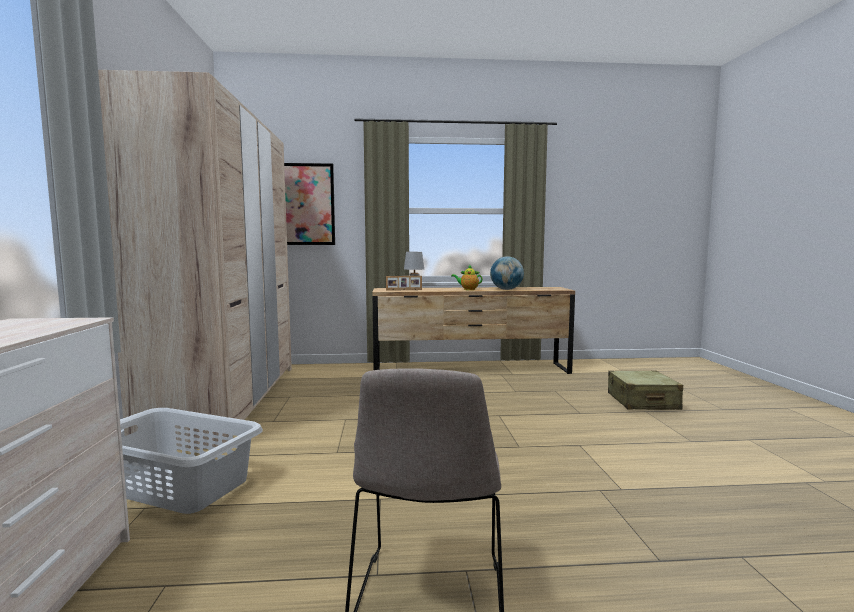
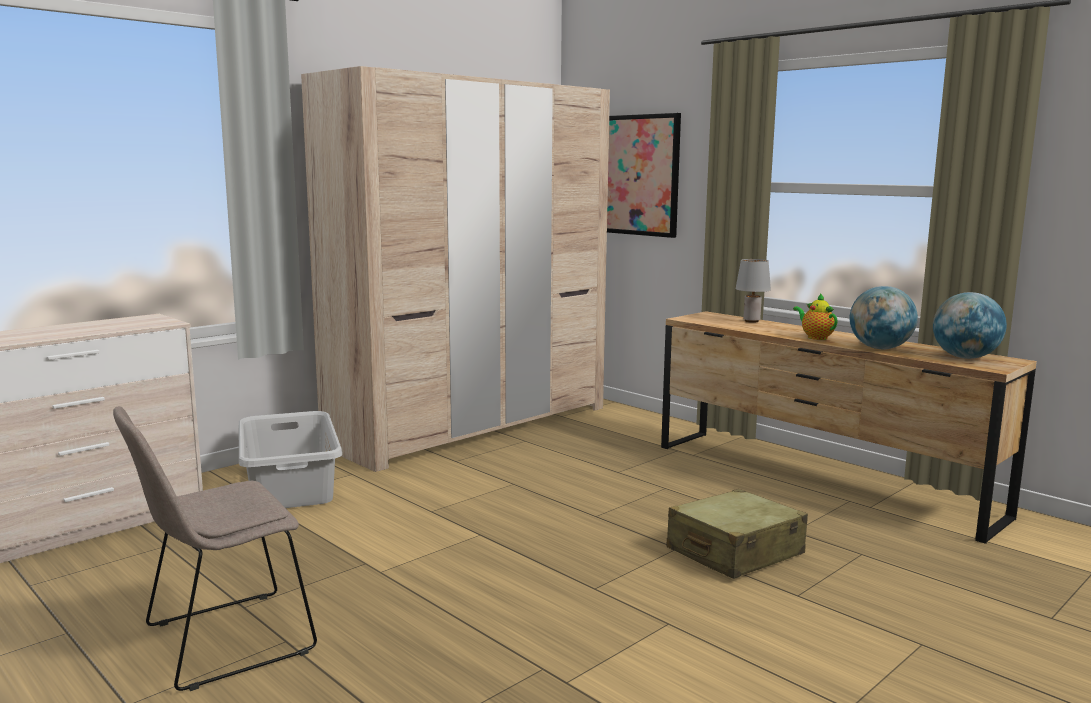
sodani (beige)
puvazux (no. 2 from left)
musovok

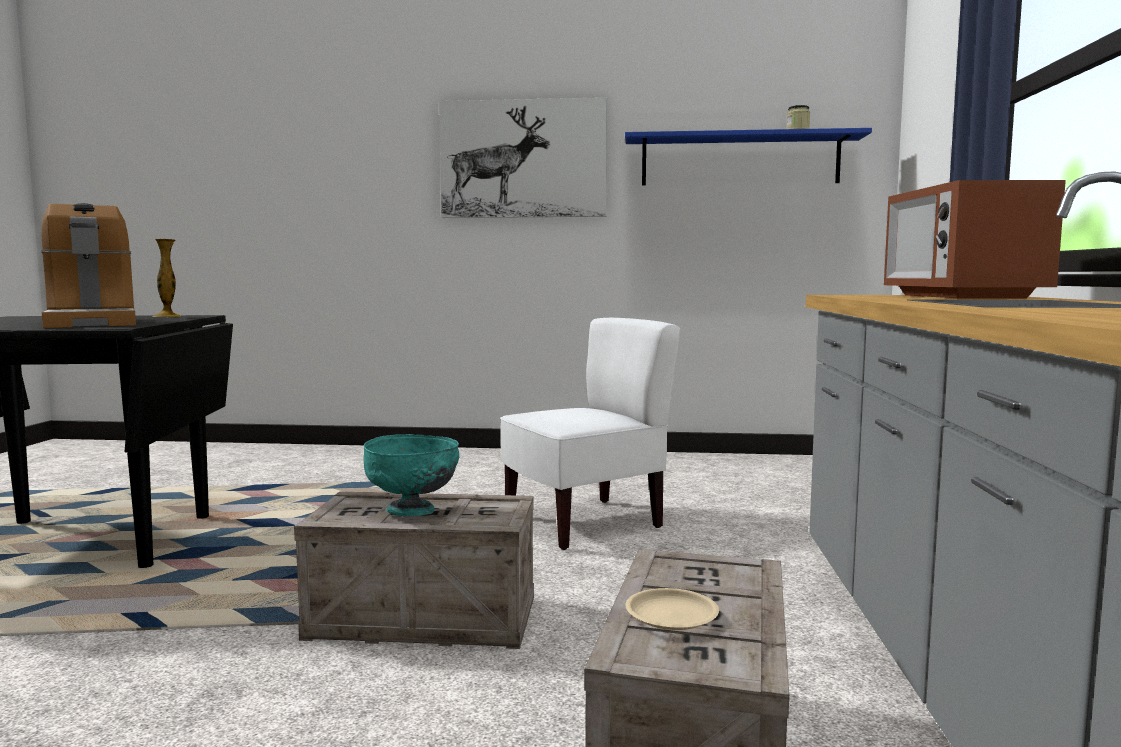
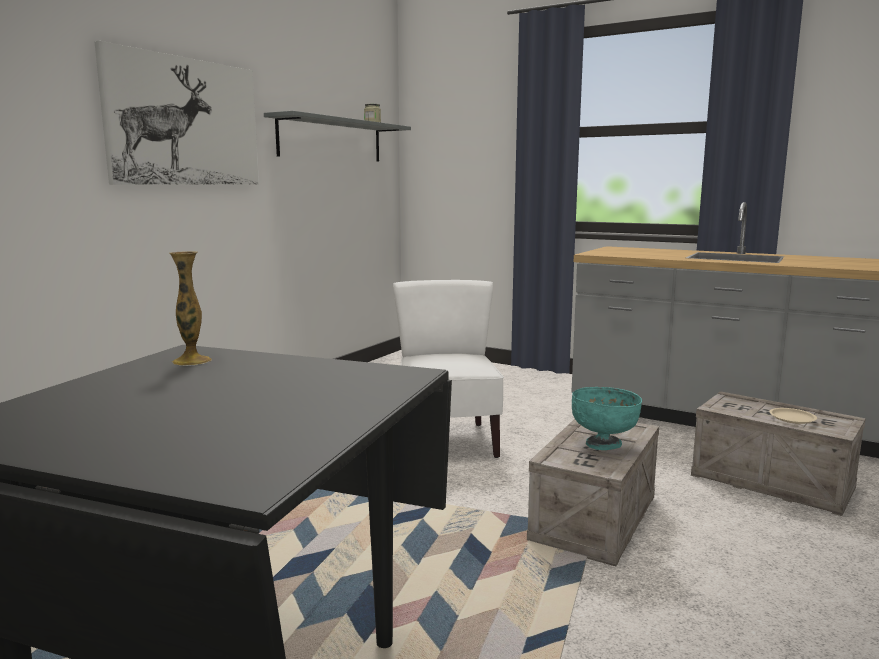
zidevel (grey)
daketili
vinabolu

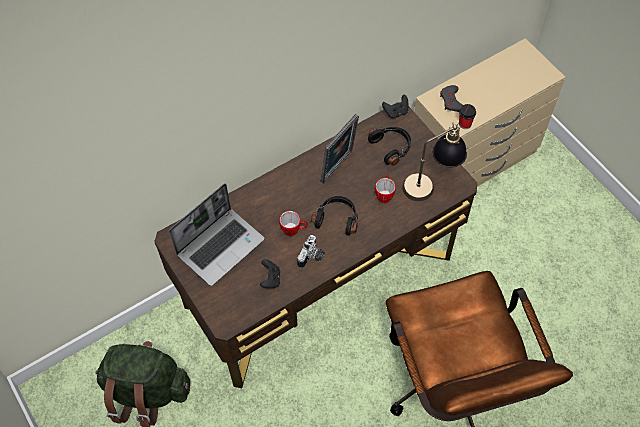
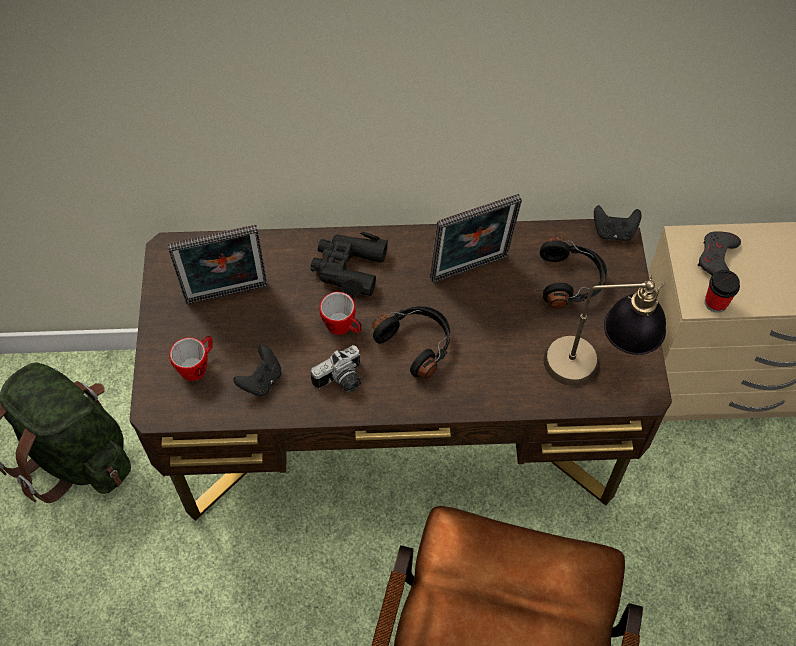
musovok (no. 1 from left)
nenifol (no. 1 from left)
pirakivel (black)

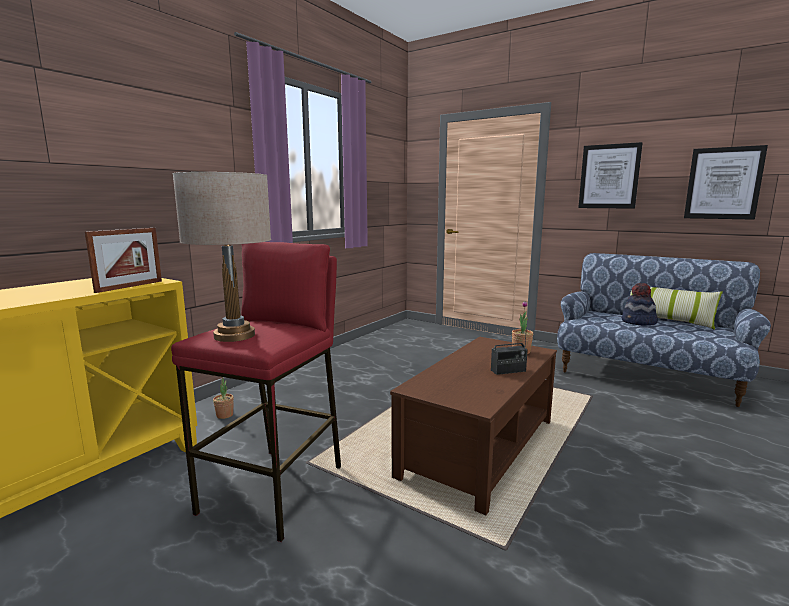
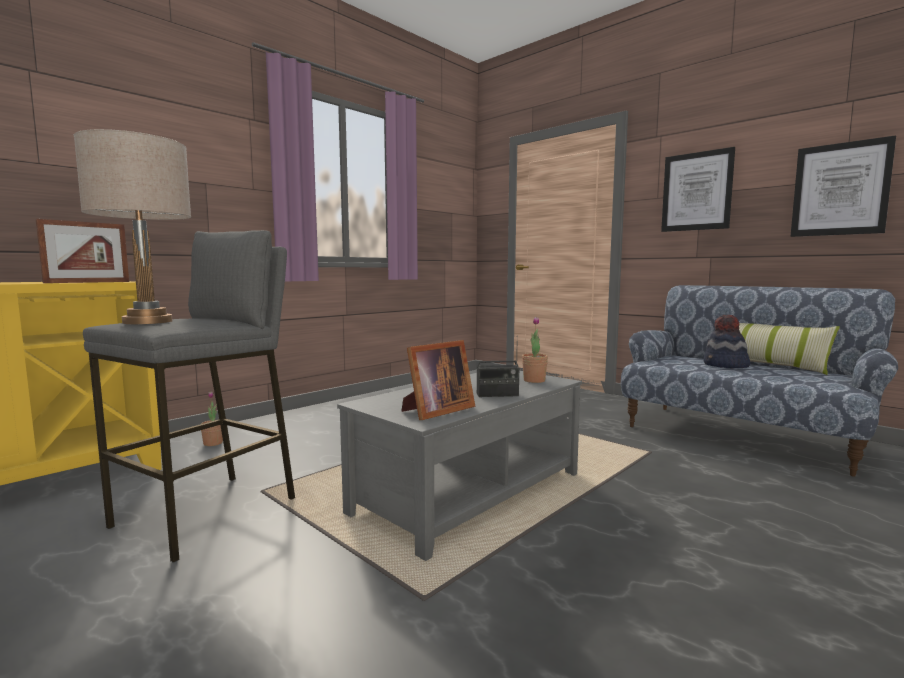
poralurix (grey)
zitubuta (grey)
musovok (no. 2 from left)

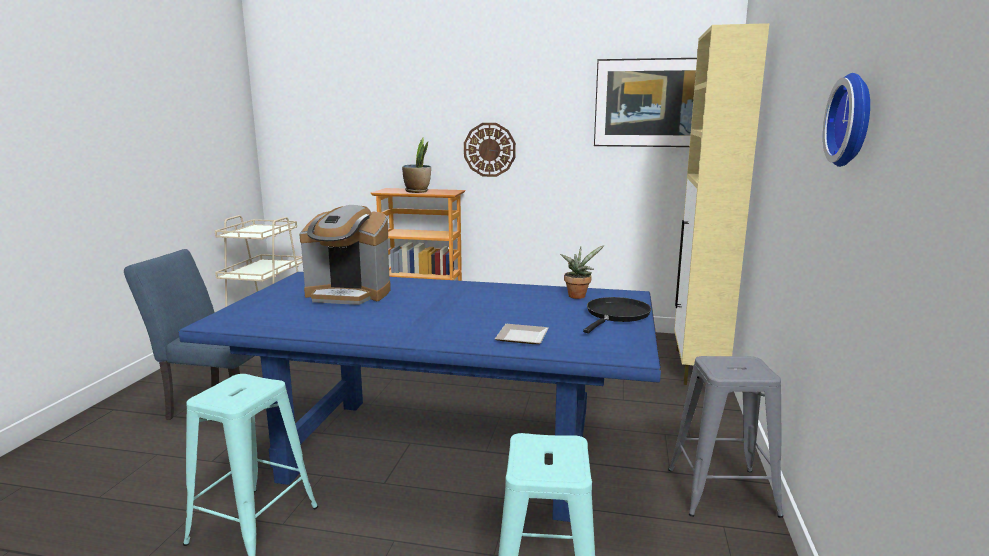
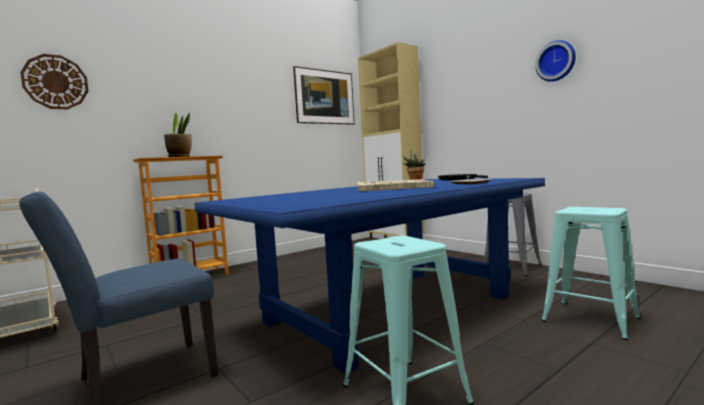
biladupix (no. 1 from left)
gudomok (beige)
daketili

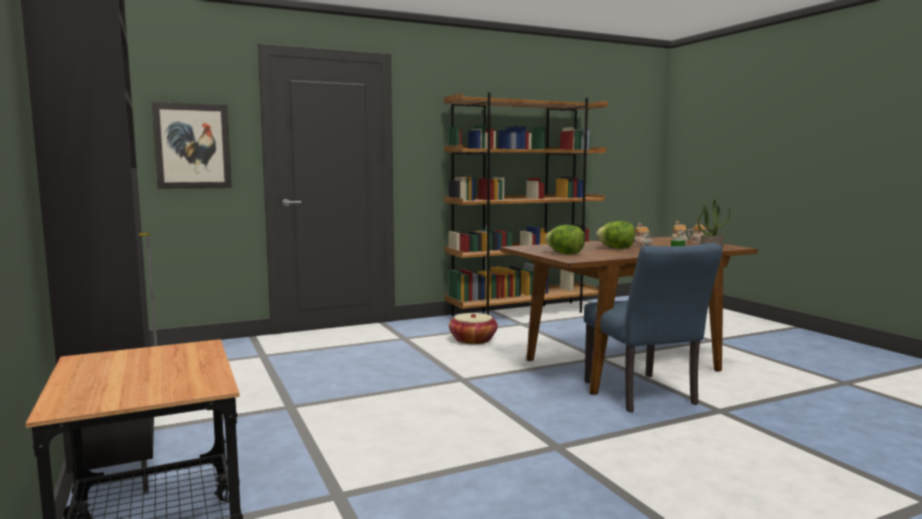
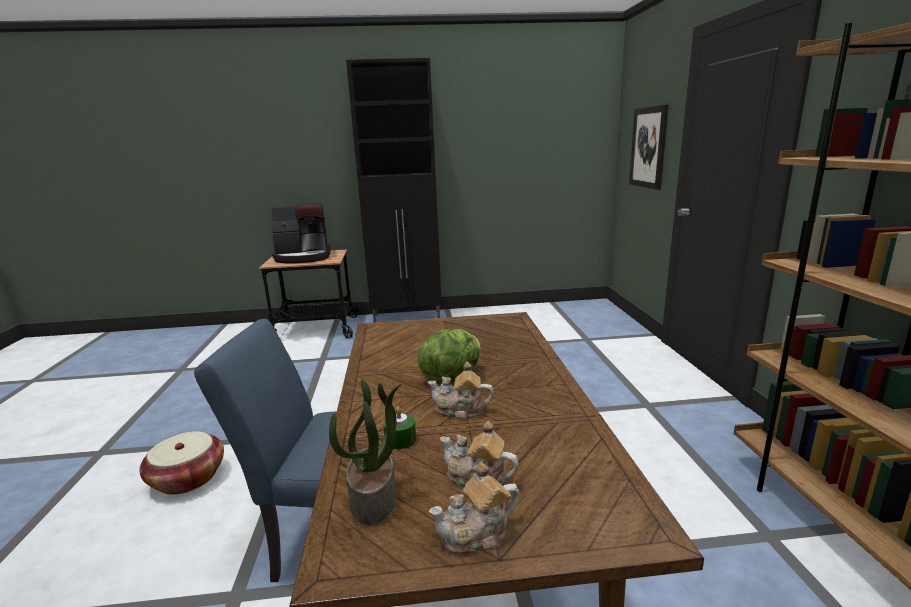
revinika
daketili
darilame (no. 1 from left in the first image)

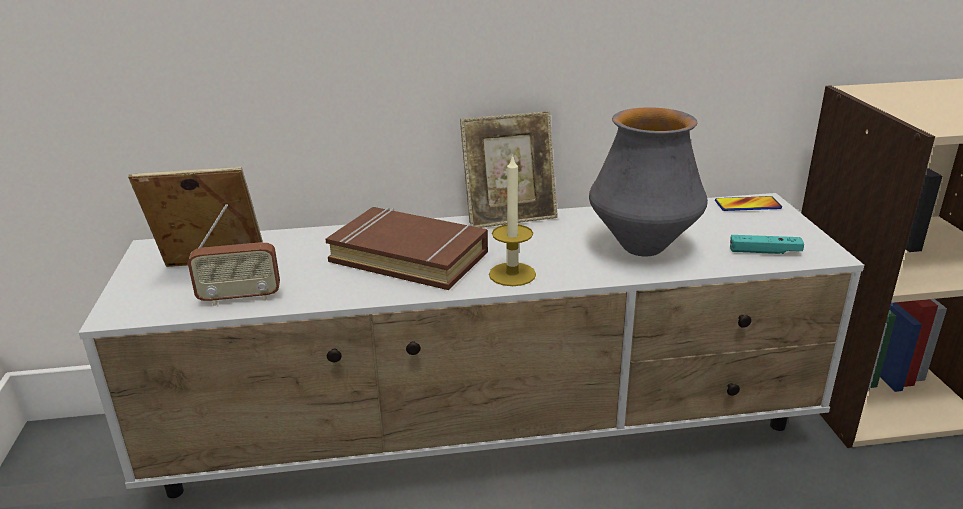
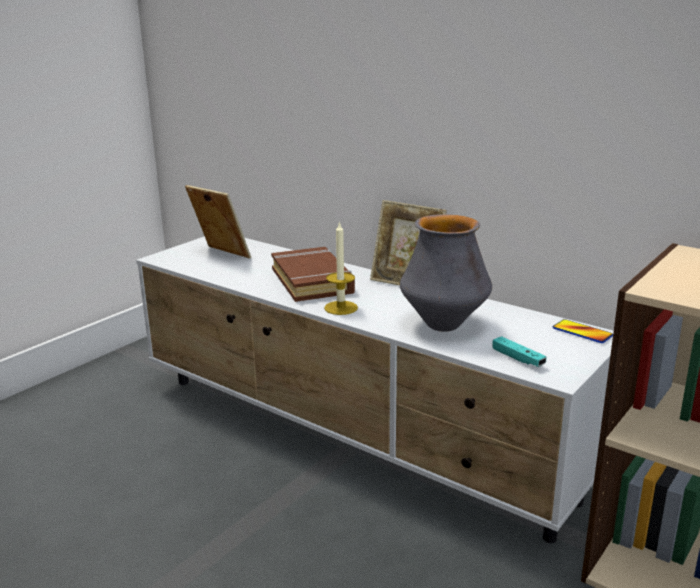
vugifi

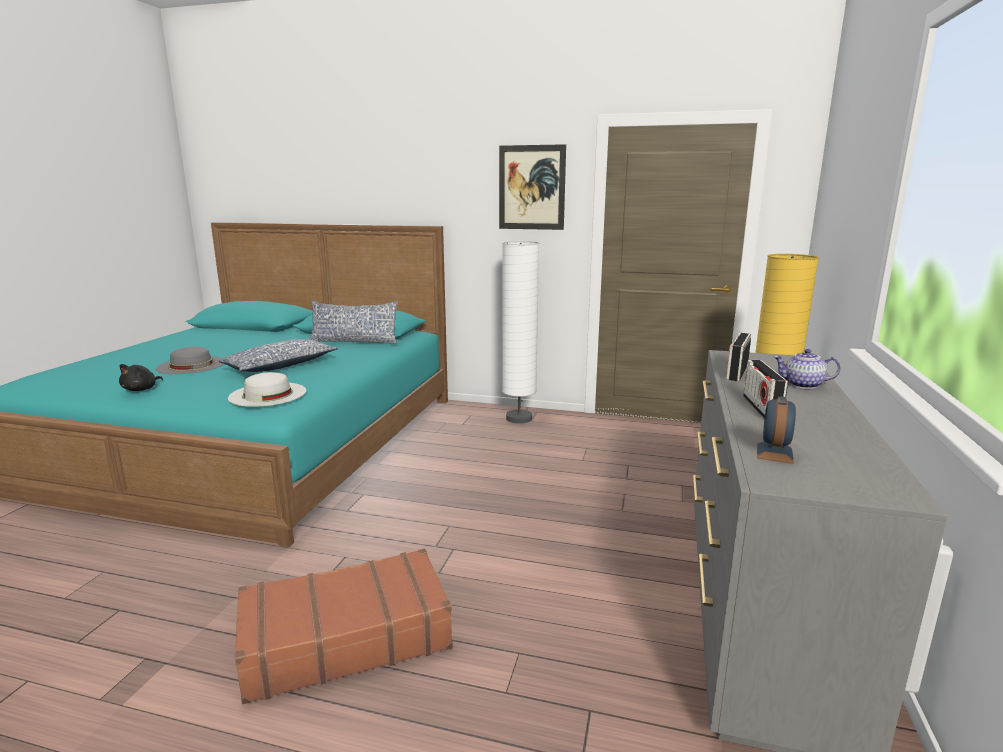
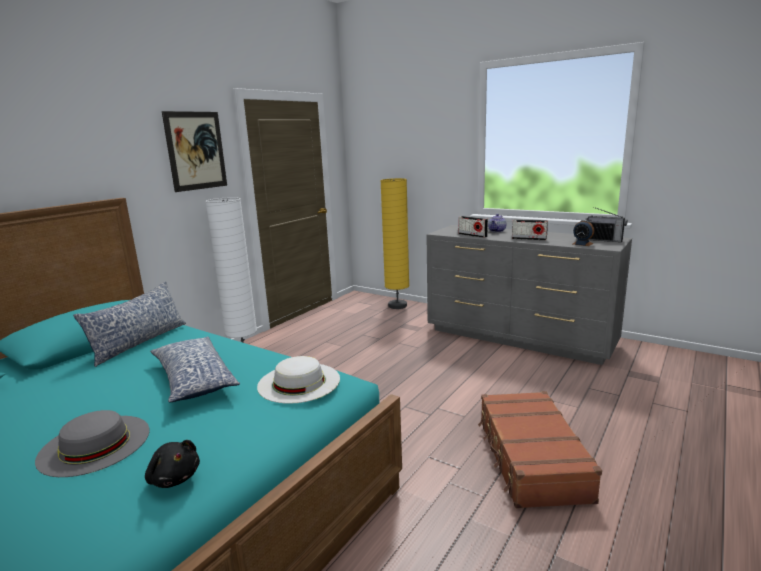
vugifi (no. 3 from left)

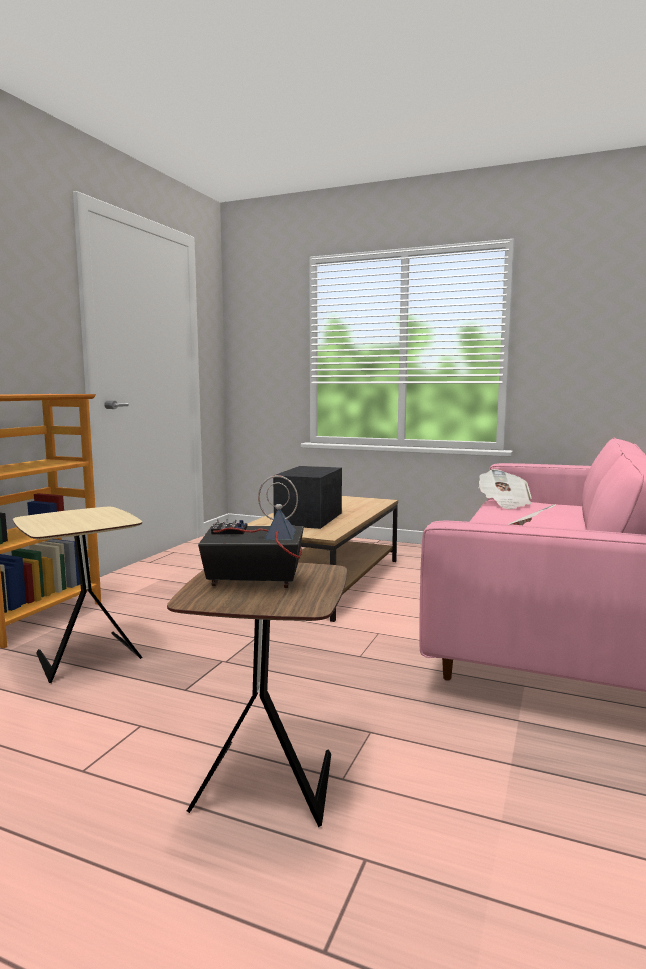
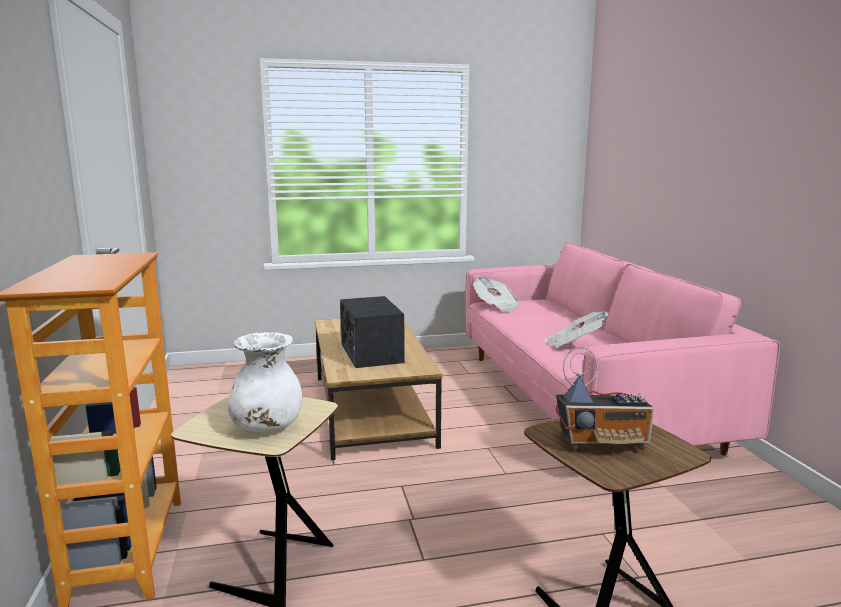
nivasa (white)
vugifi (no. 2 from left)

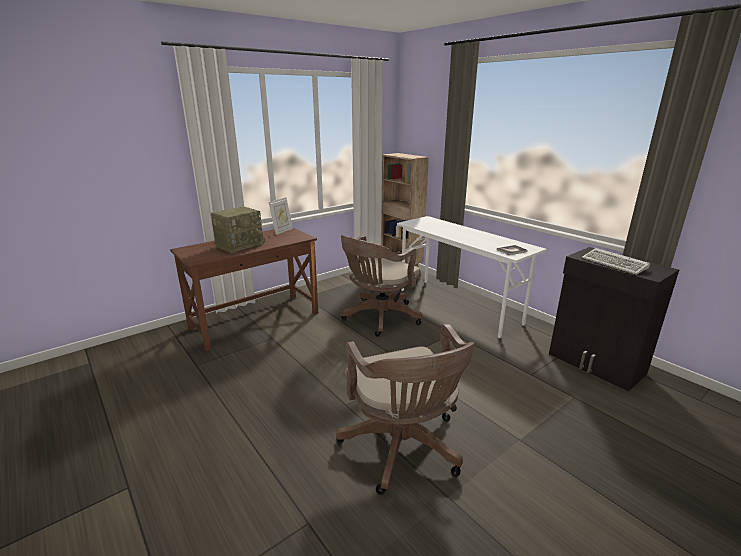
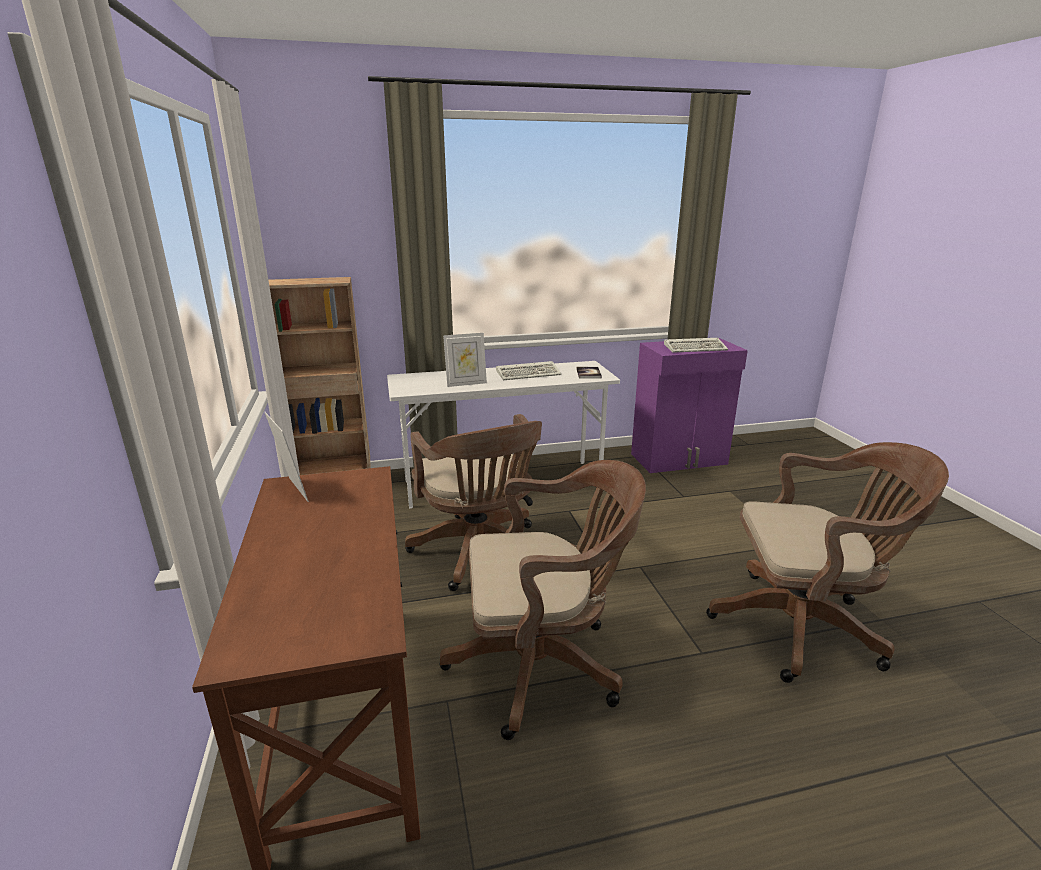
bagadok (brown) (no. 2 from left)
musovok (no. 2 from left)
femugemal (no. 1 from left)
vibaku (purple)
vugifi

